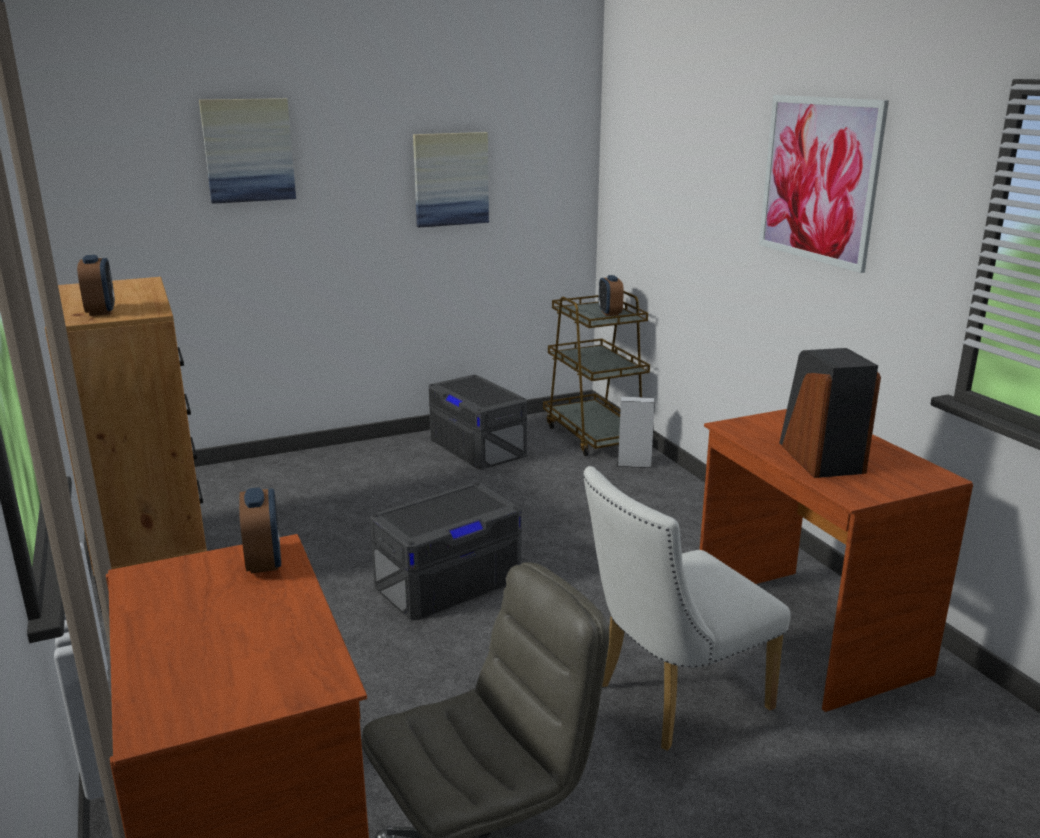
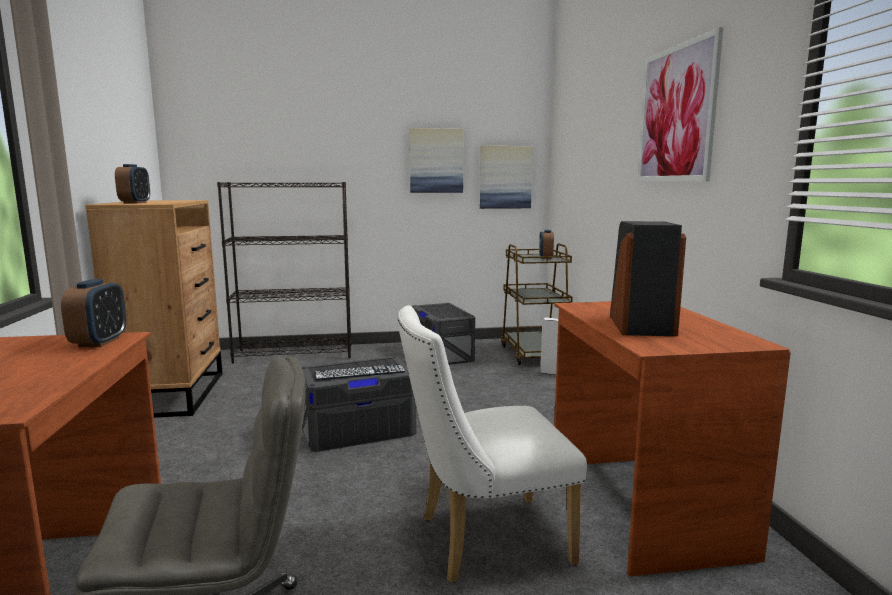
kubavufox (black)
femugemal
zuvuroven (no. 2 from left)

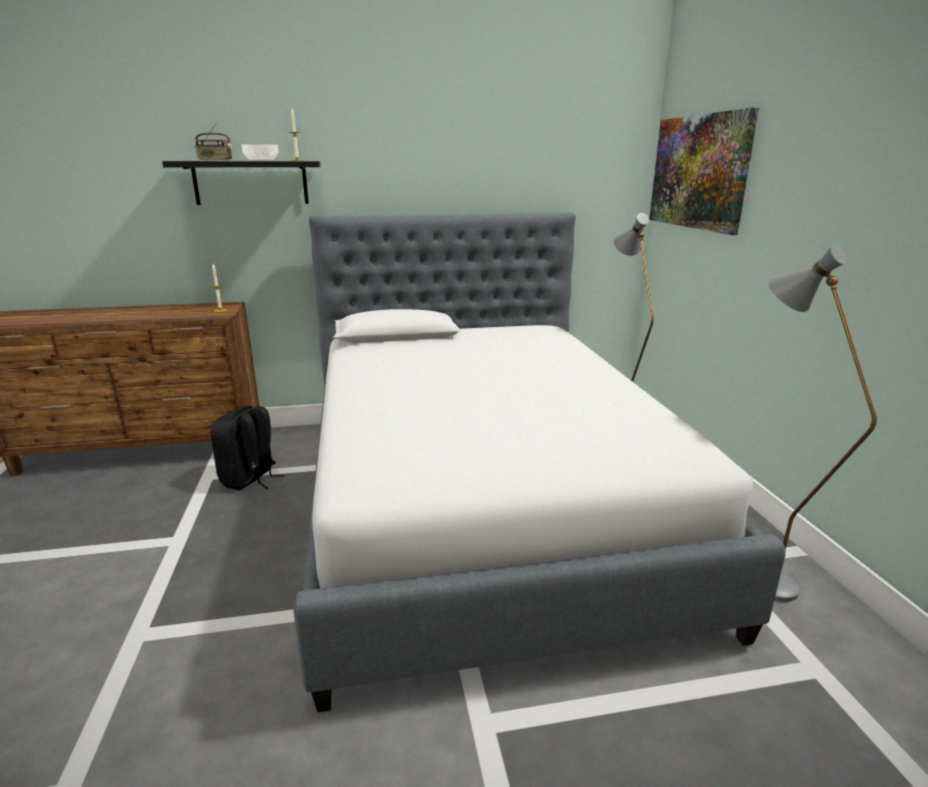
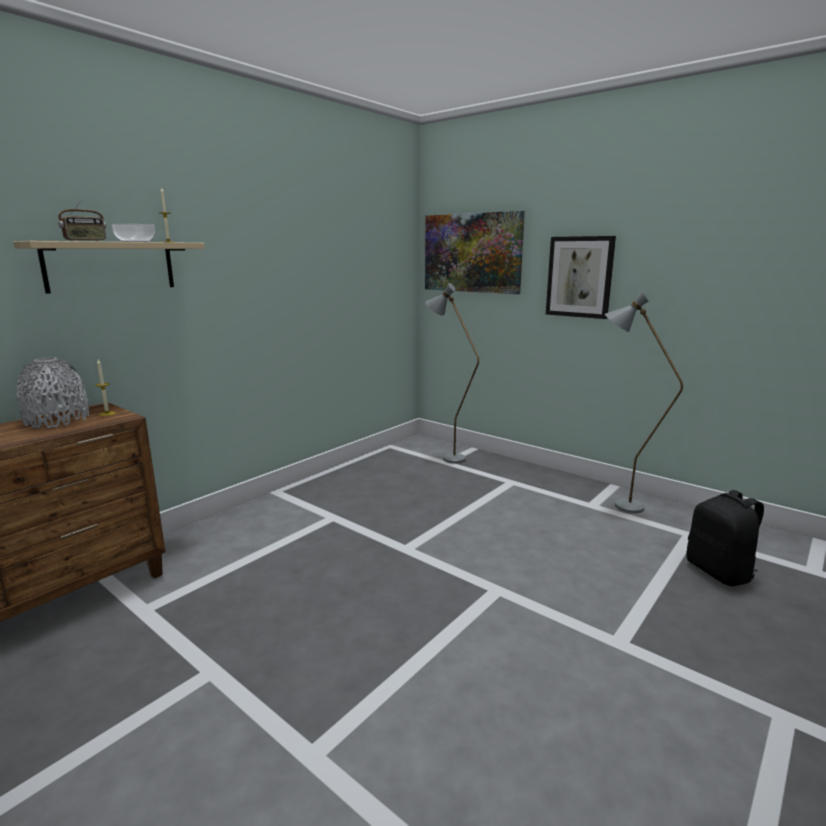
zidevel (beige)
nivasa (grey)
zuvuroven (no. 2 from left)
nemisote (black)
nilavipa

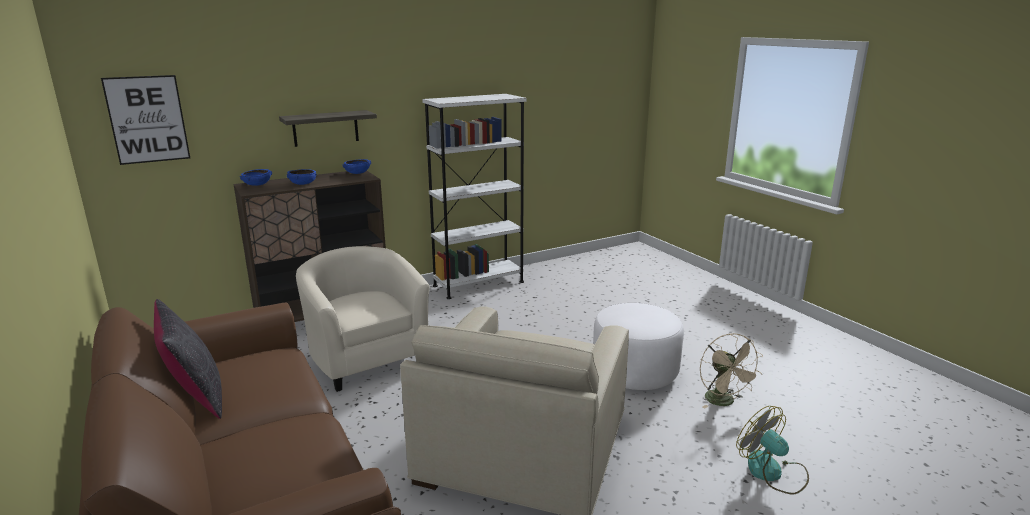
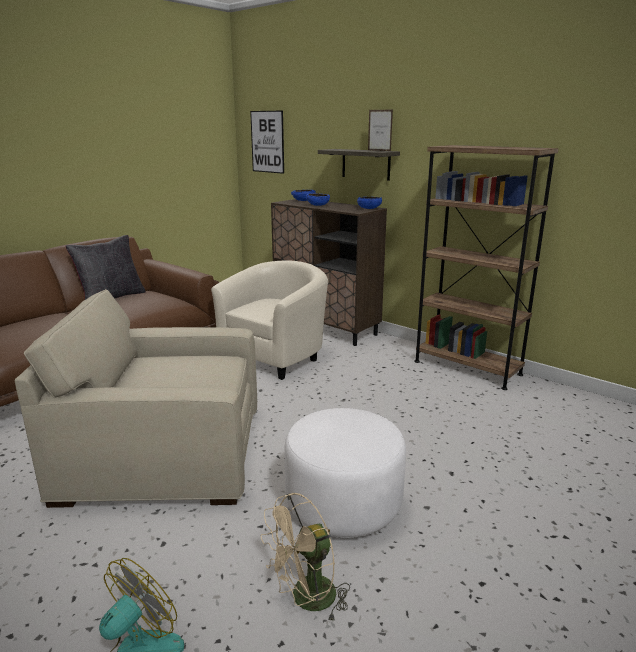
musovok
kubavufox (brown)

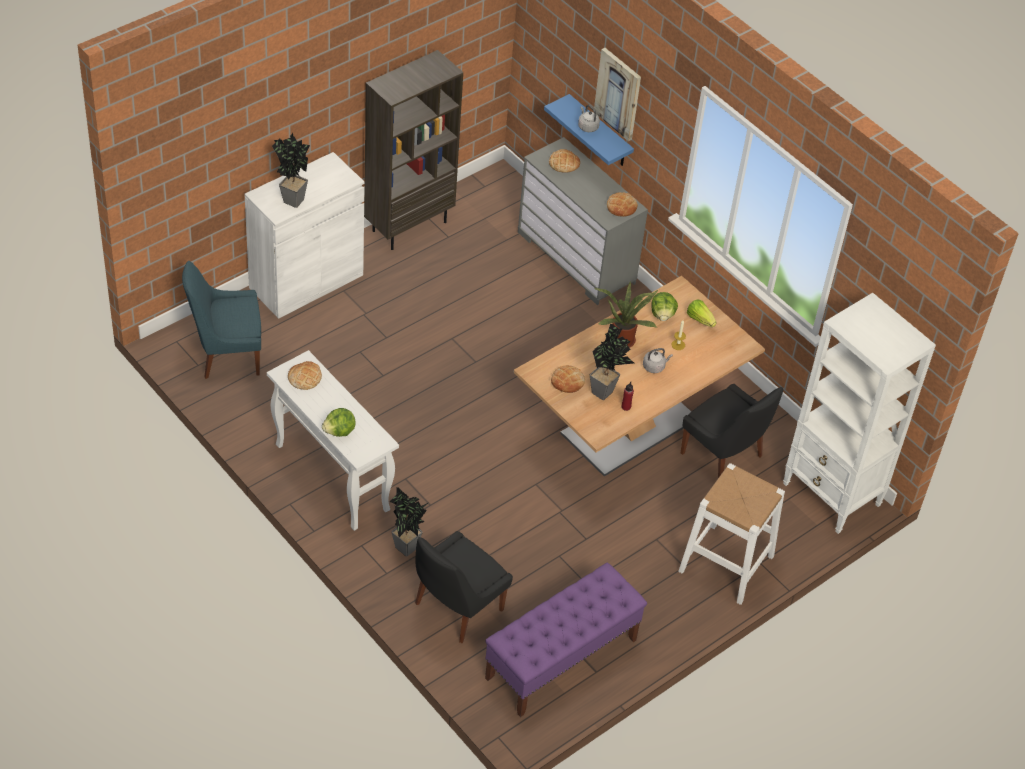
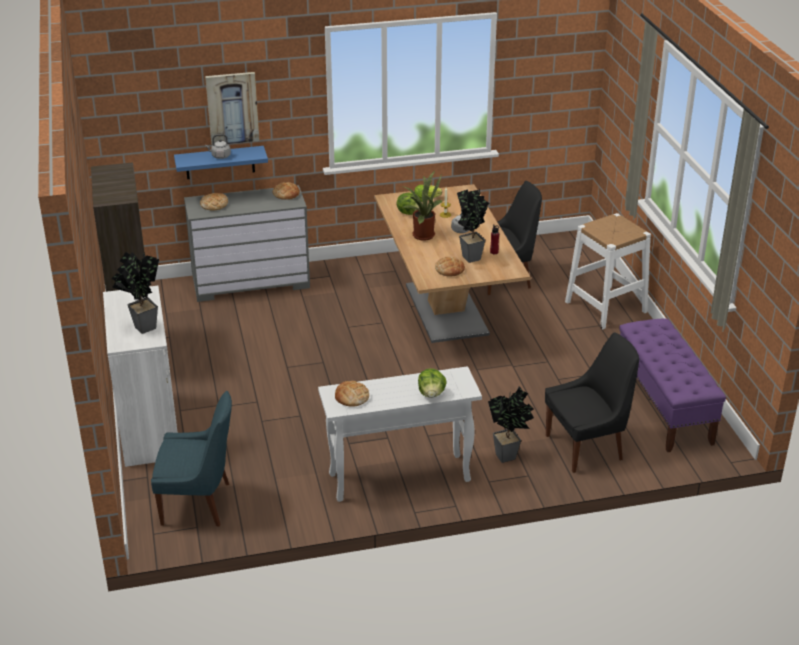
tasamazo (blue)
tasamazo (black) (no. 2 from left)
kubavufox (white)

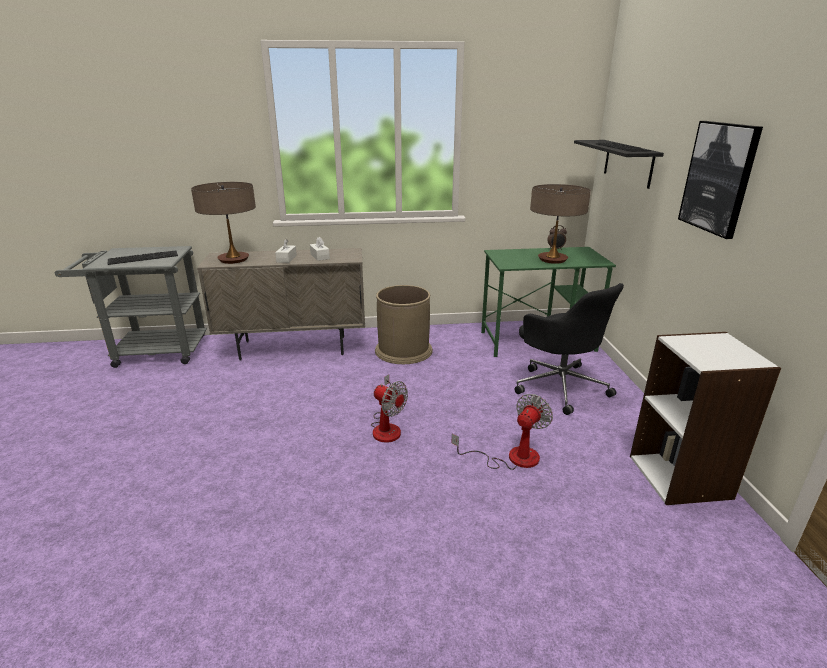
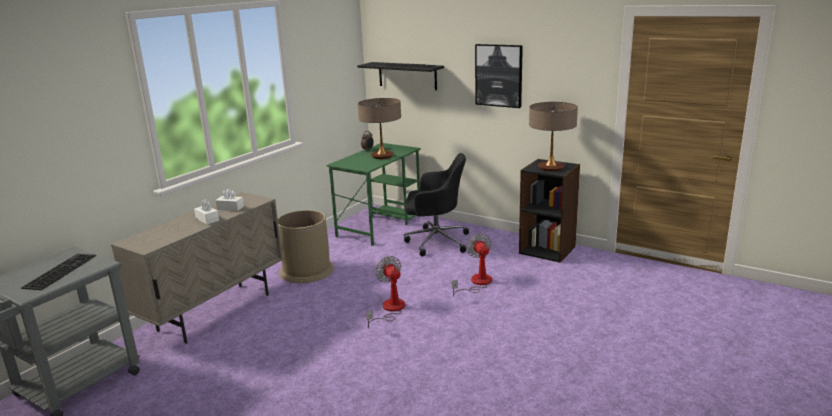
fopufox (no. 1 from left)
kubavufox (black)
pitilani (no. 2 from left)

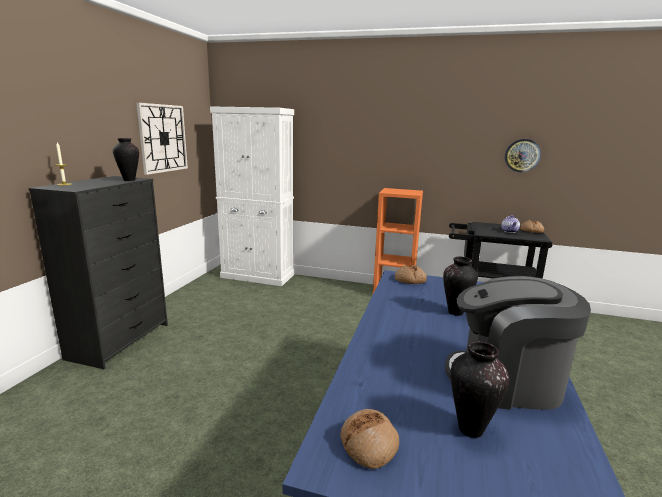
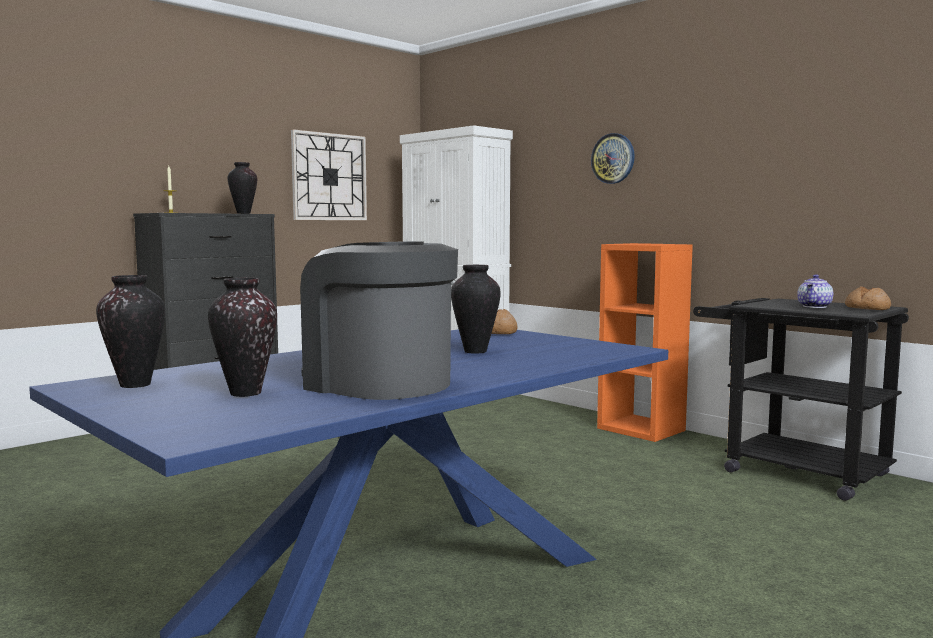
nivasa (no. 1 from left)
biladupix (no. 2 from left)

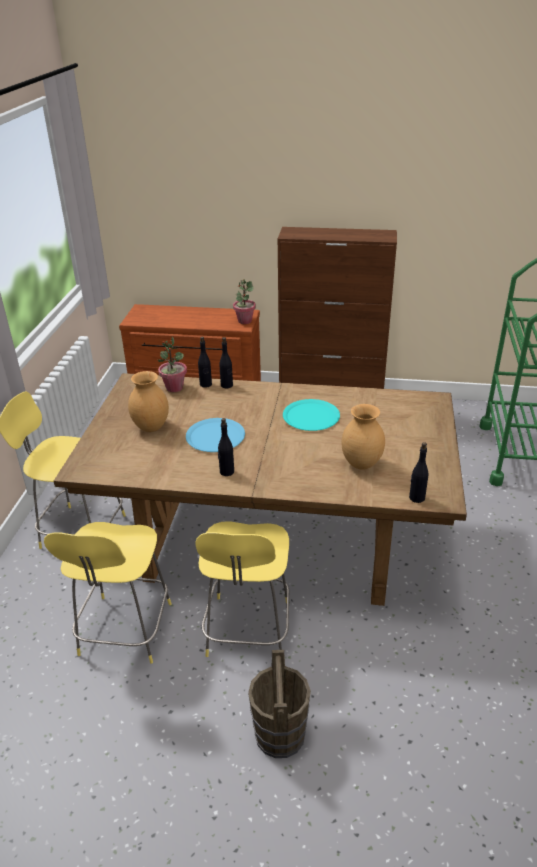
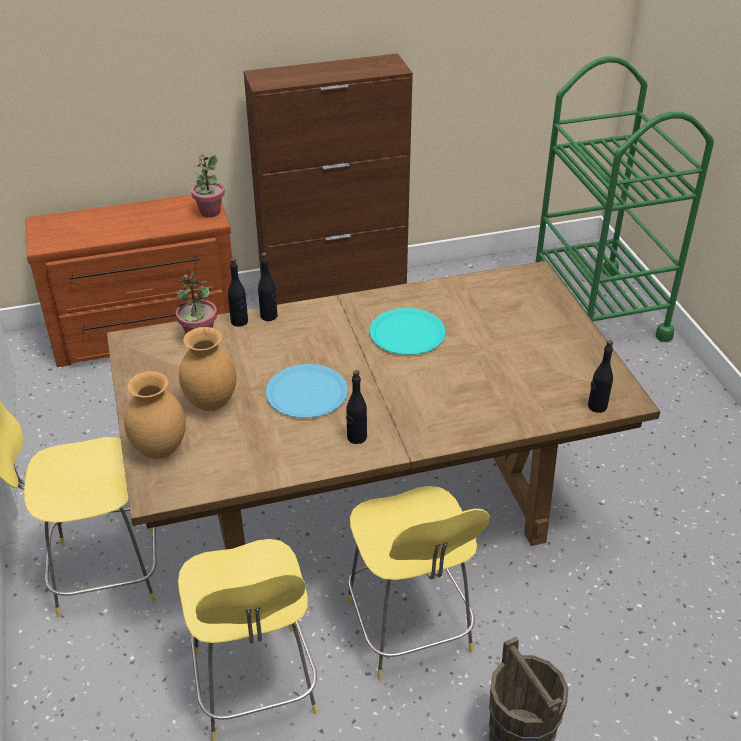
nivasa (brown) (no. 1 from left)

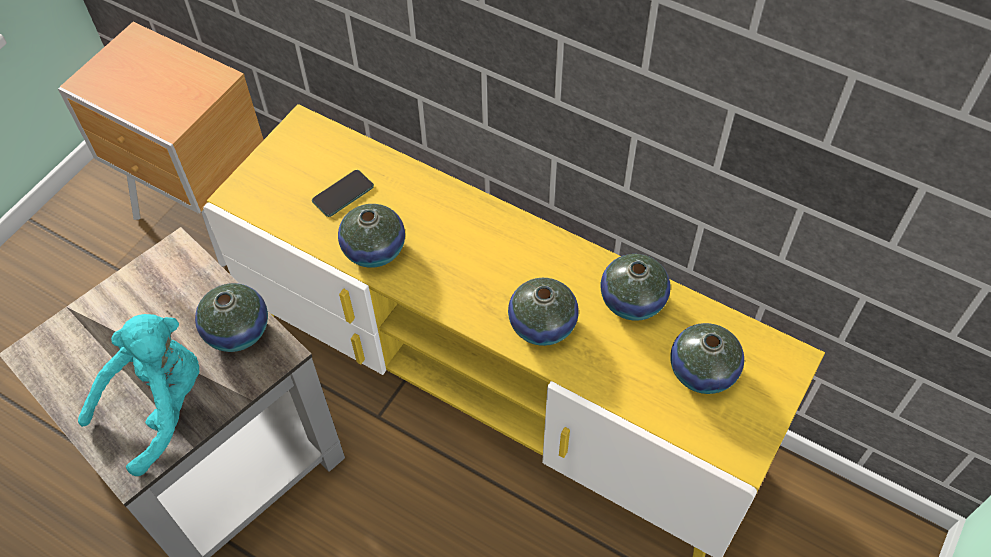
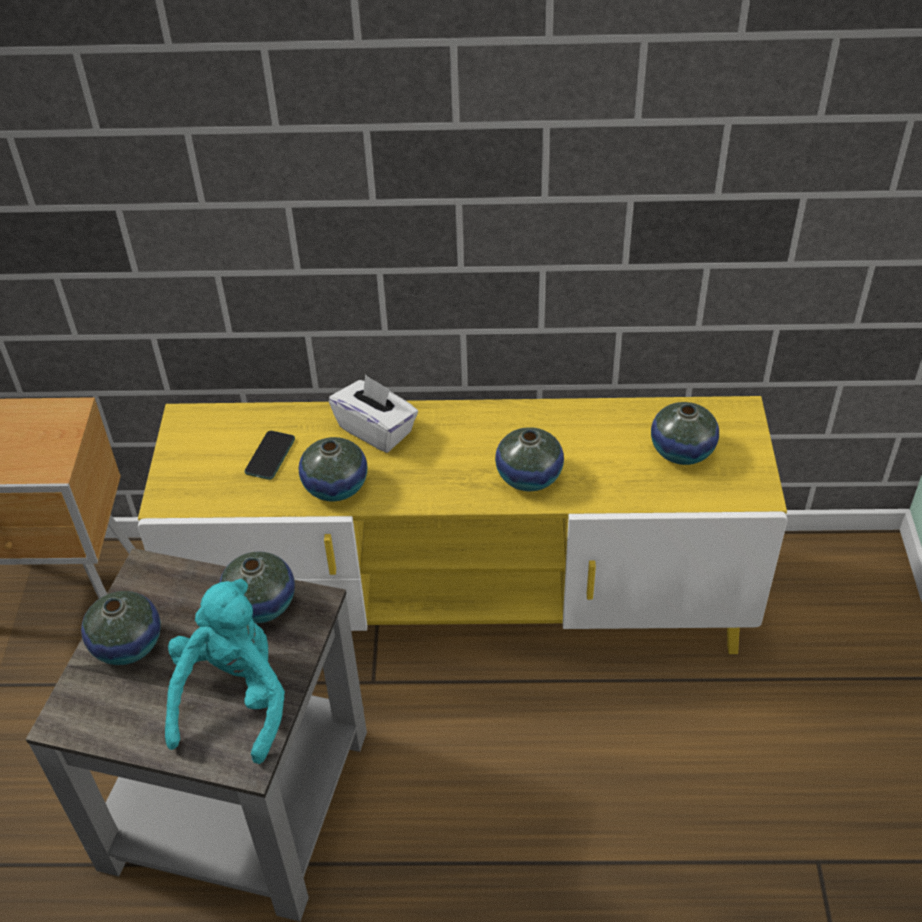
nivasa (no. 1 from left)
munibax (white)

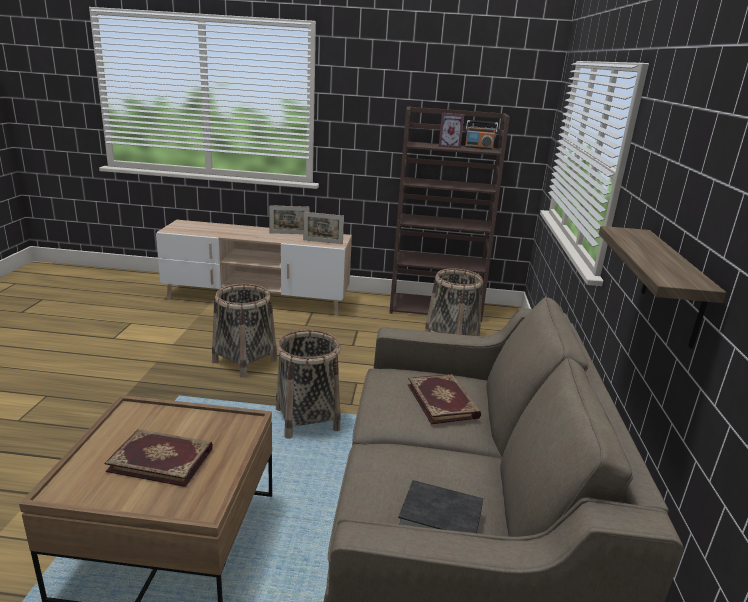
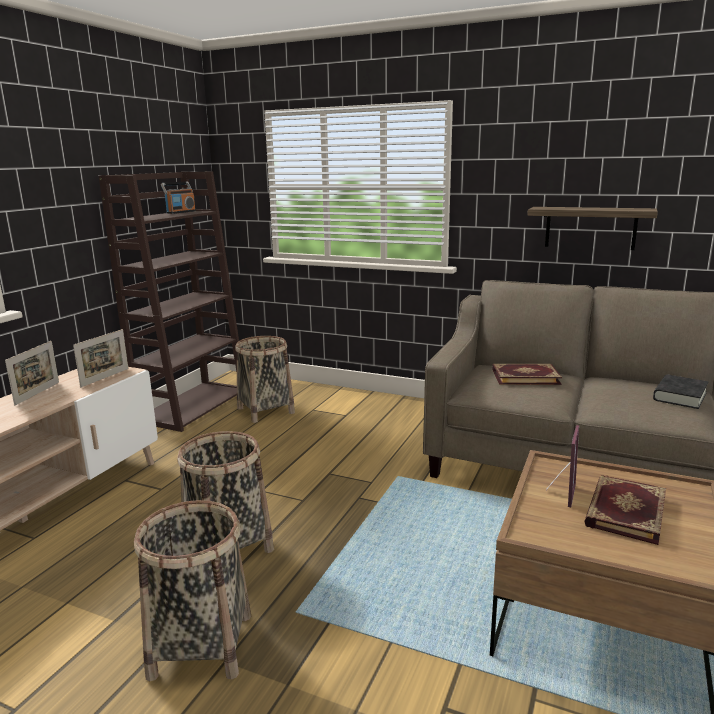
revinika (no. 1 from left)
musovok (no. 3 from left)

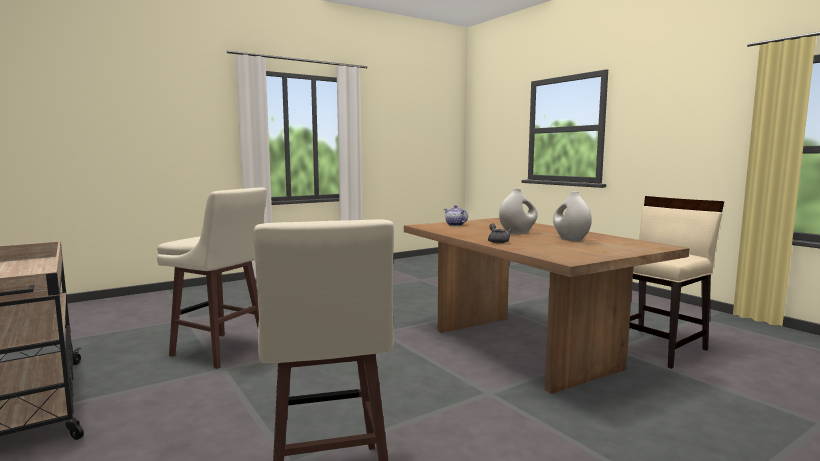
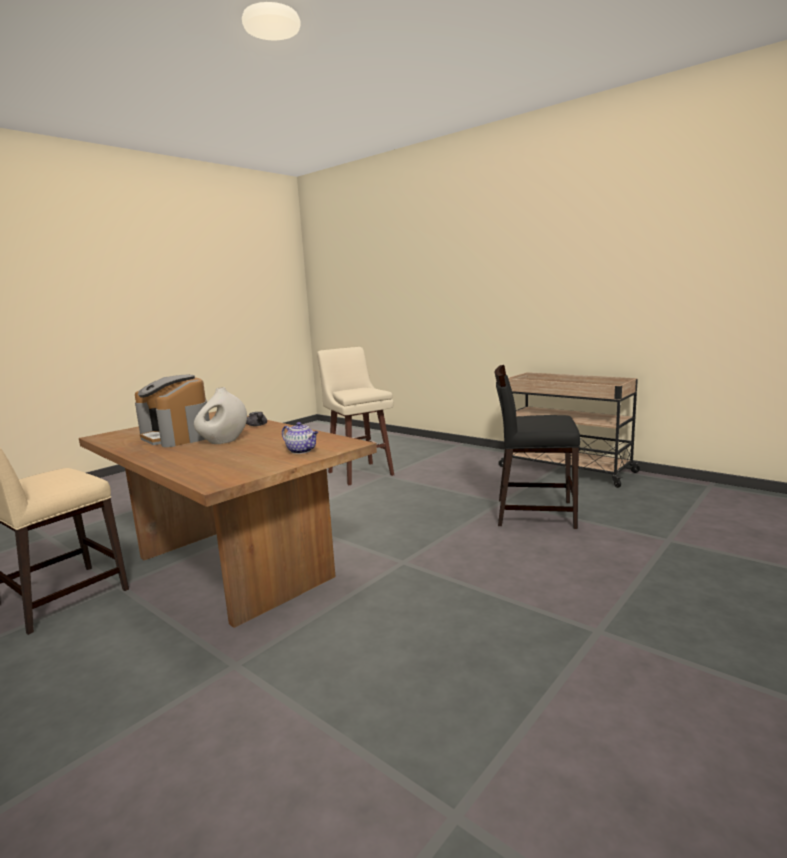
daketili
tasamazo (black)

